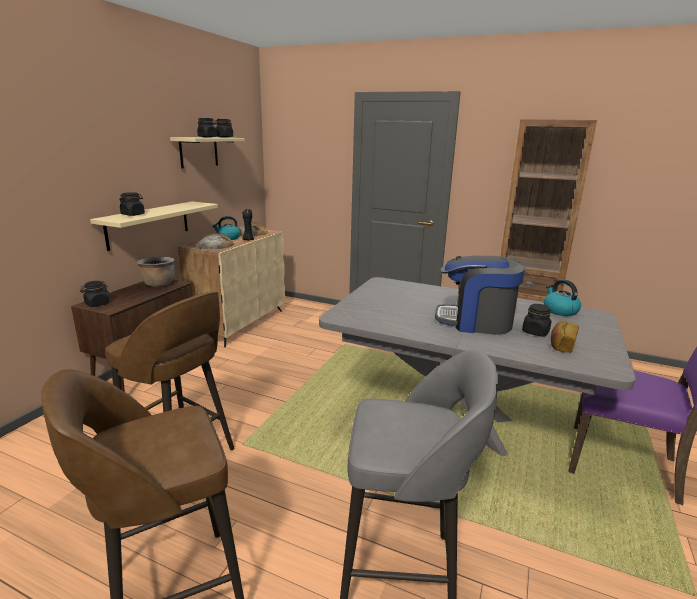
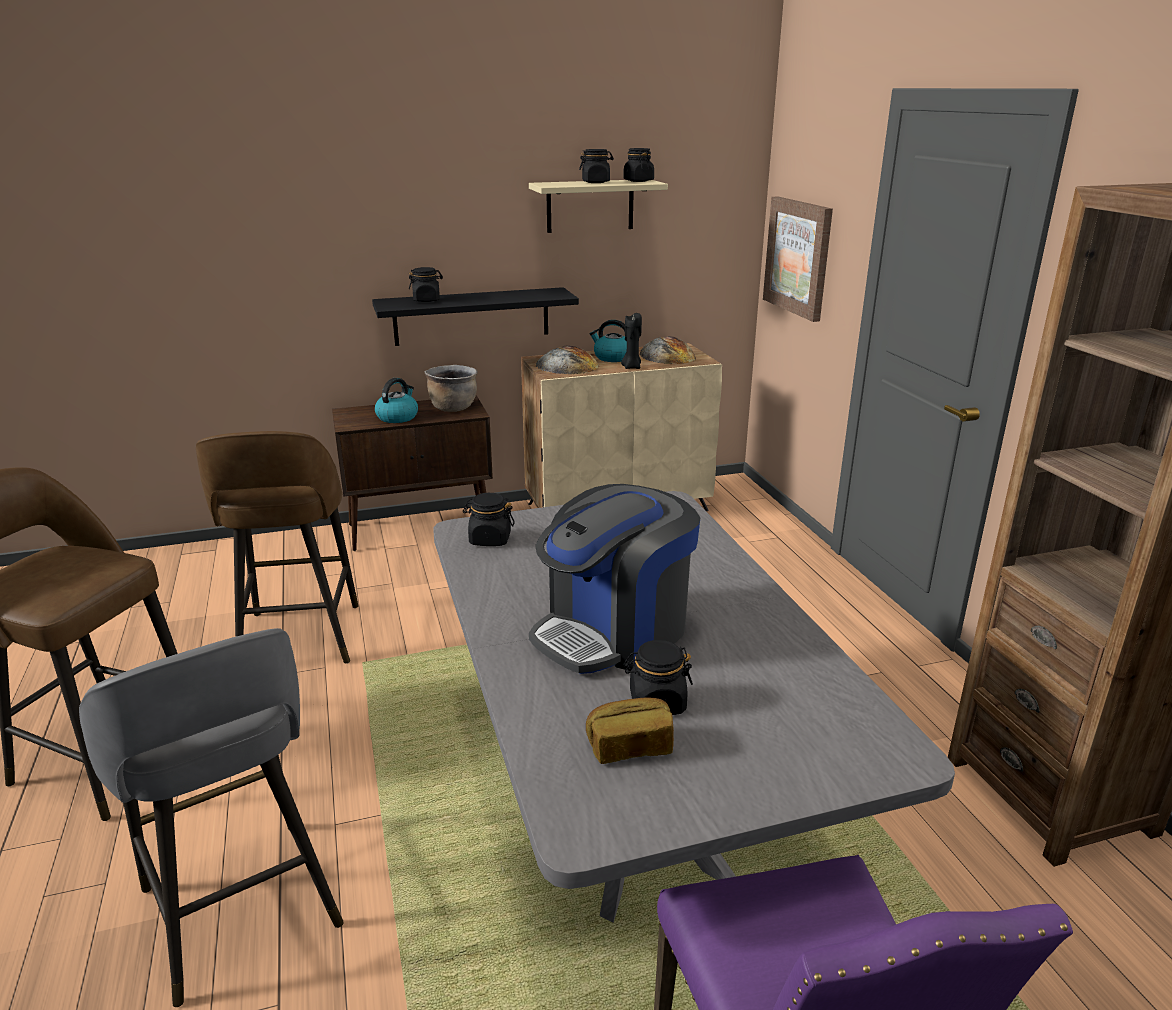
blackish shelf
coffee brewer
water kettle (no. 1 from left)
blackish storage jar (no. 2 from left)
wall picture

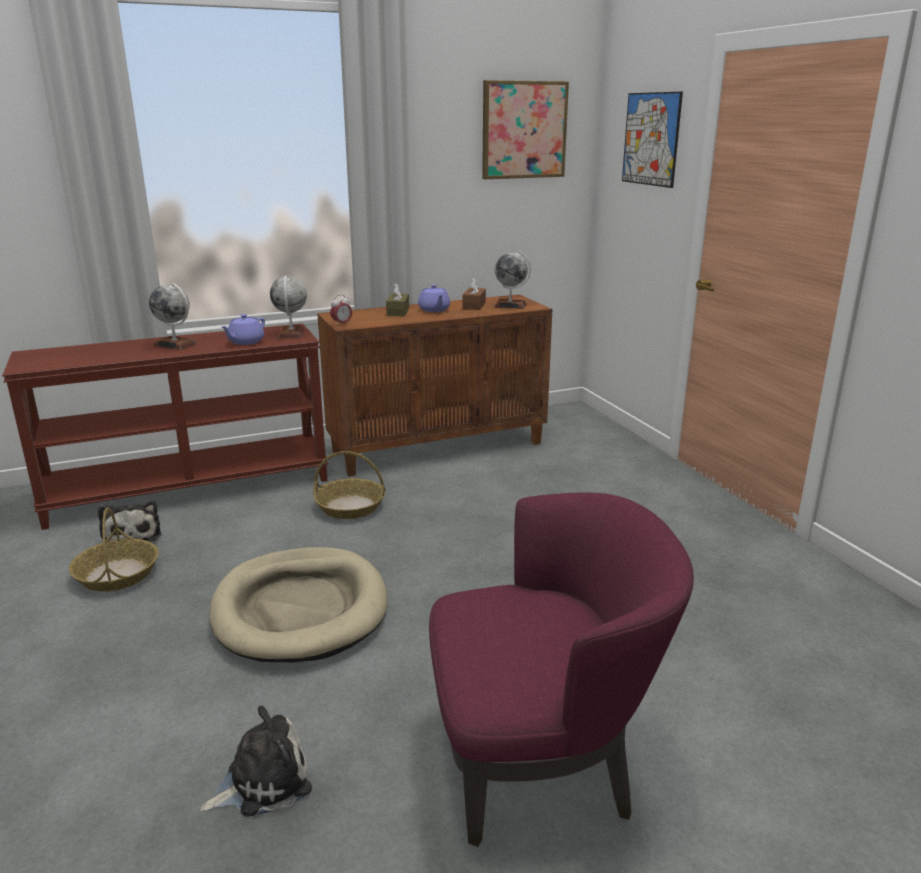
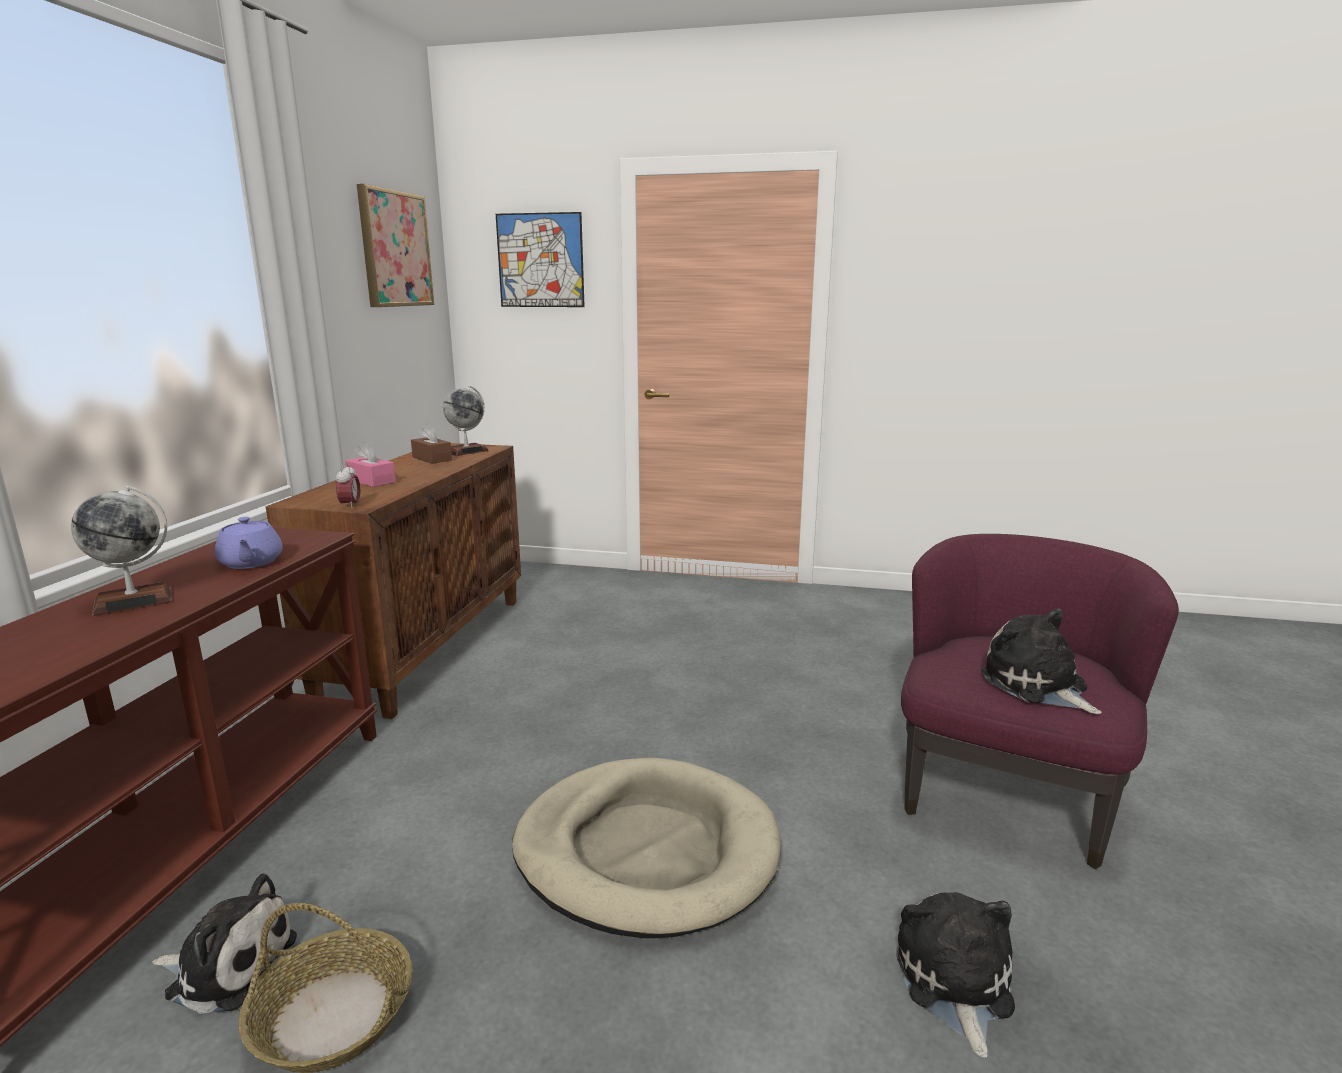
globe (no. 2 from left in the first image)
pink-coloured box of tissues
purplish tea pot (no. 2 from left in the first image)
basket (no. 2 from left in the first image)
plush toy (no. 3 from left)

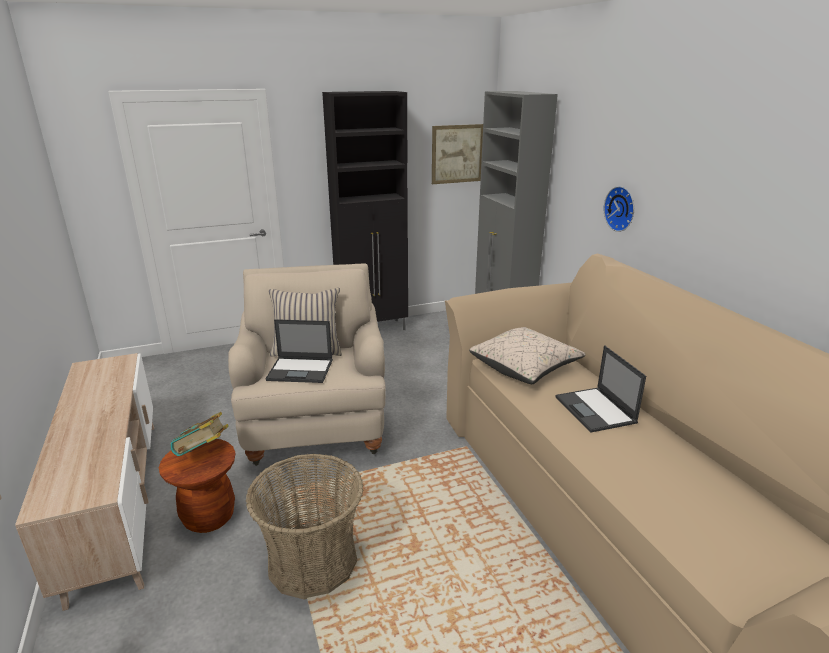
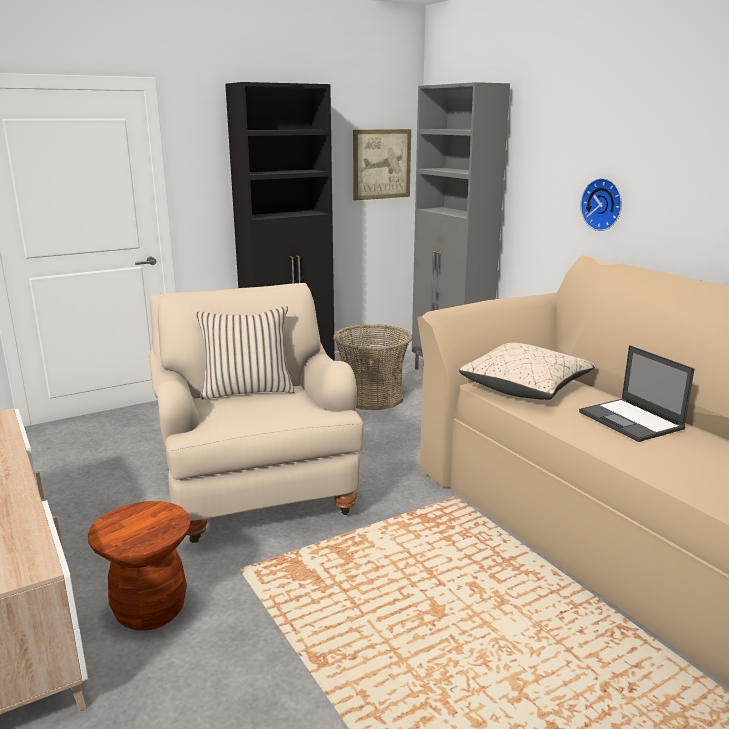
notebook computer (no. 1 from left in the first image)
book
basket

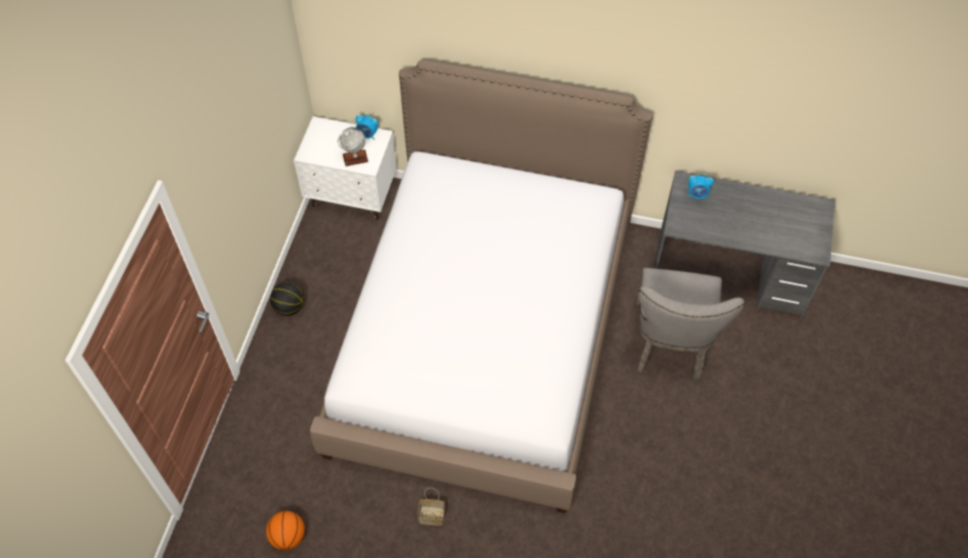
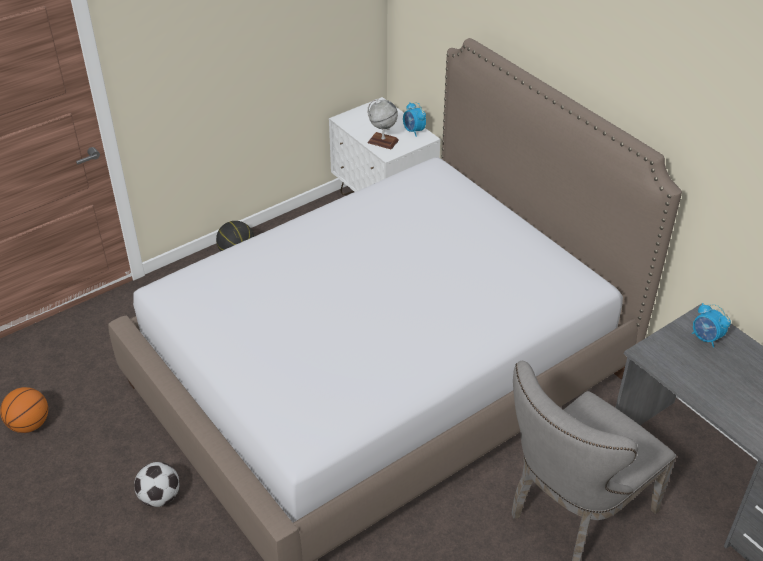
football

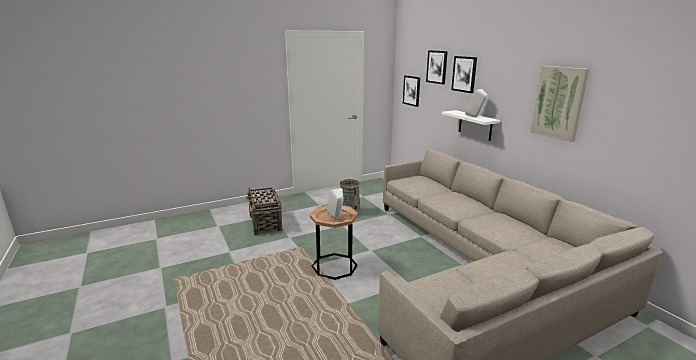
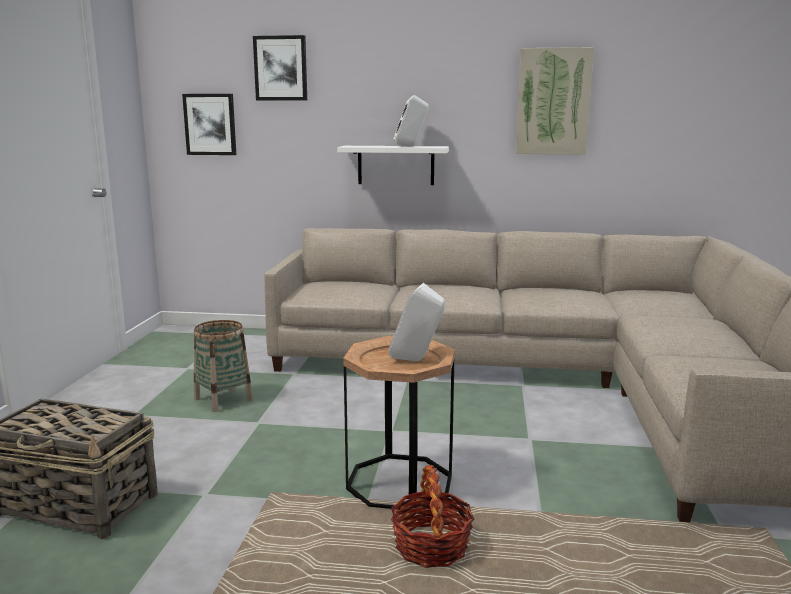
wall picture (no. 3 from left in the first image)
basket (no. 3 from left)

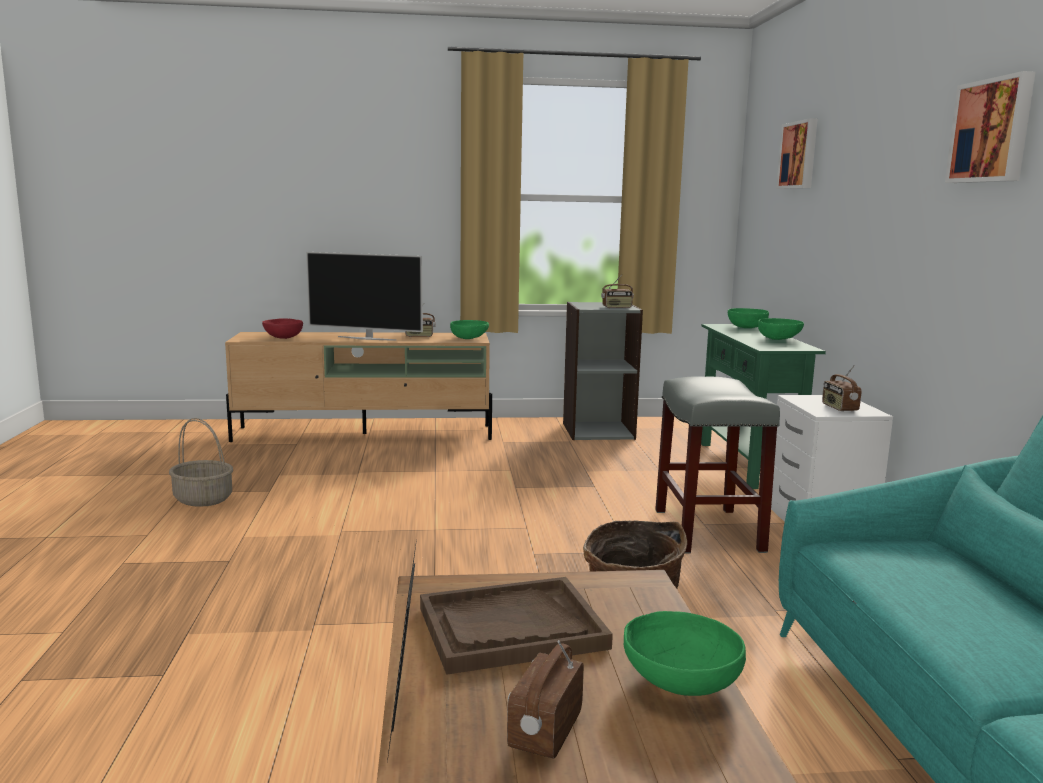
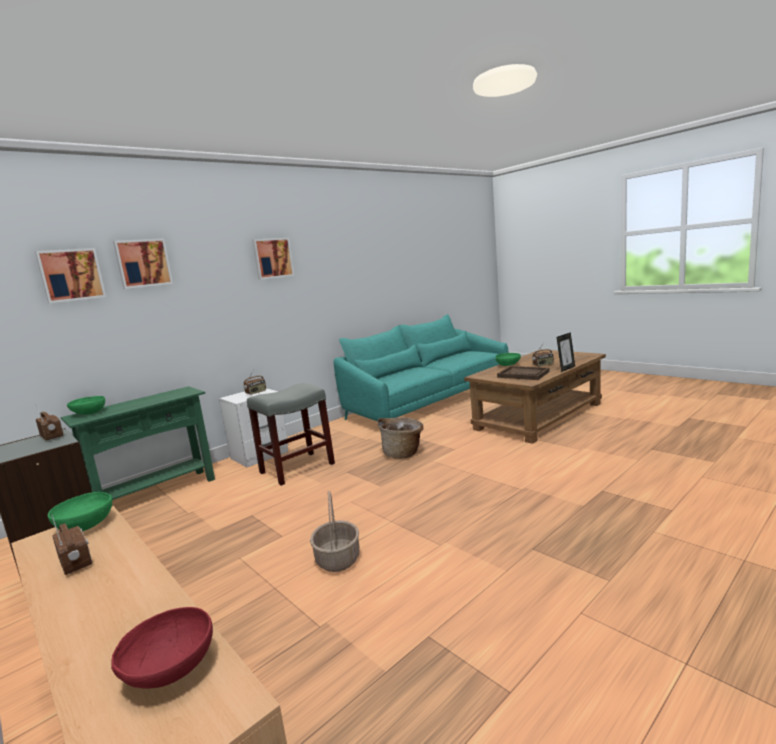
TV
green-coloured deep dish (no. 4 from left in the first image)
basket (no. 1 from left)
wall picture (no. 2 from left)

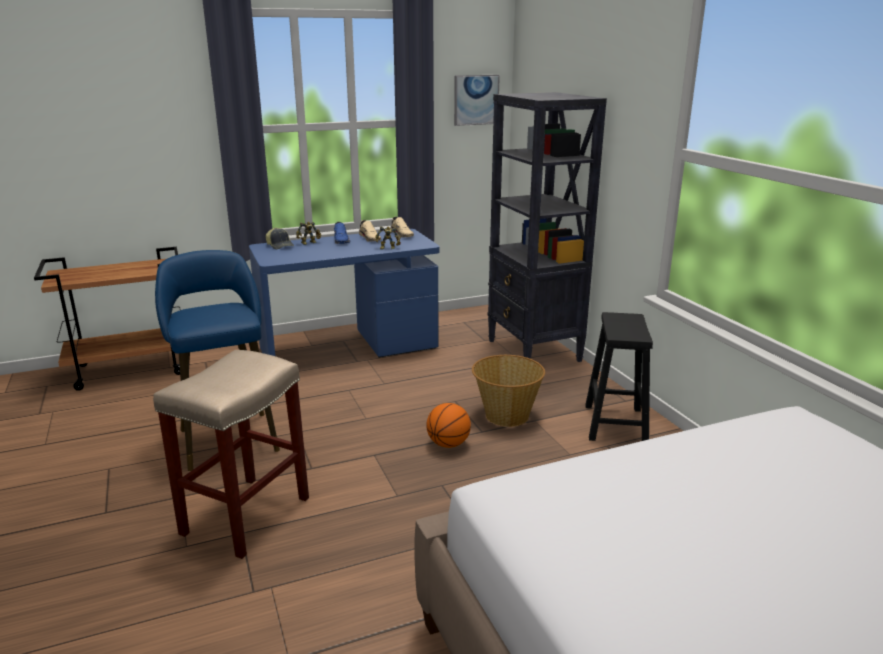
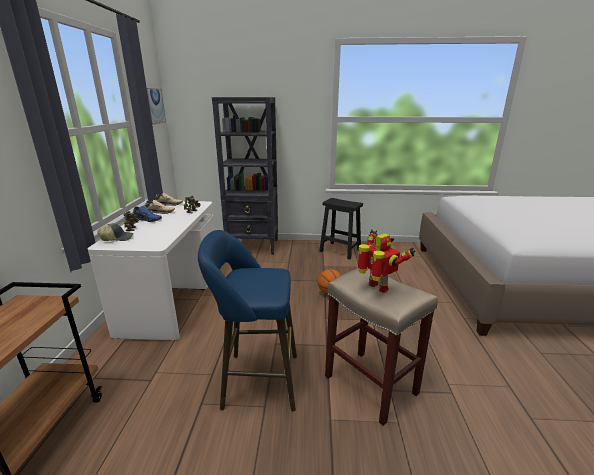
white desk
basket
robot figure (no. 3 from left)

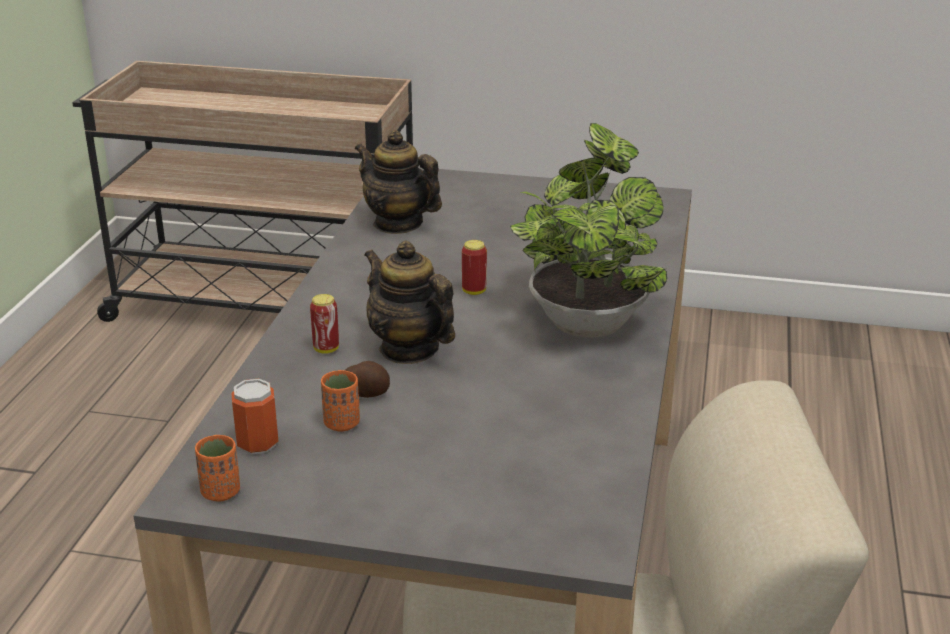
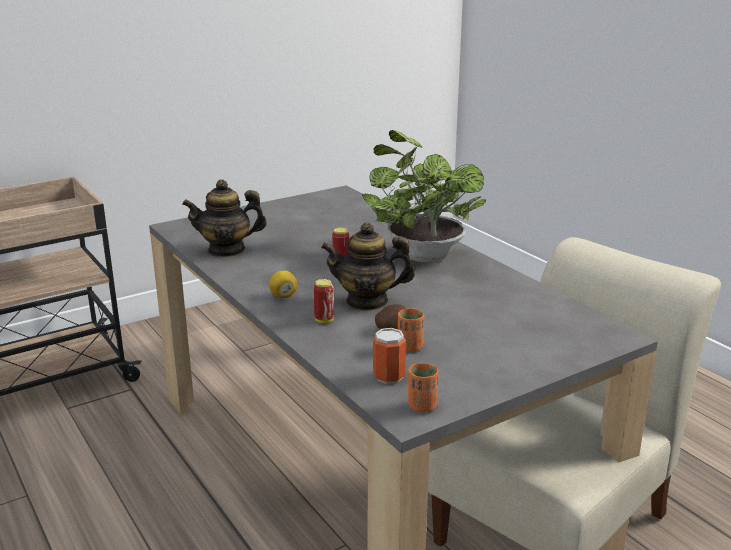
citrus fruit

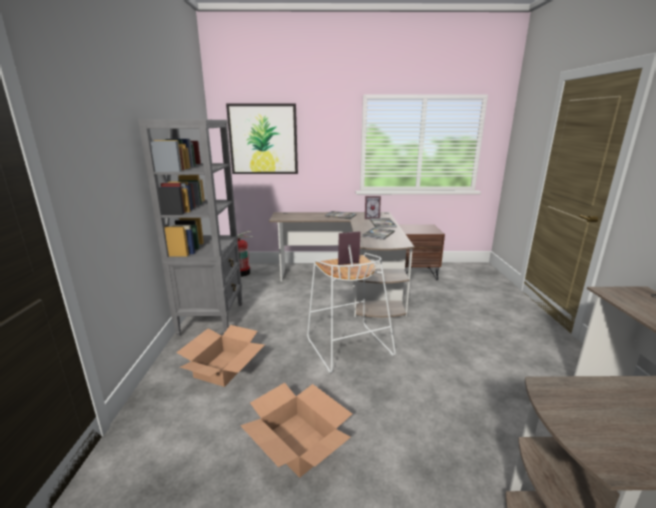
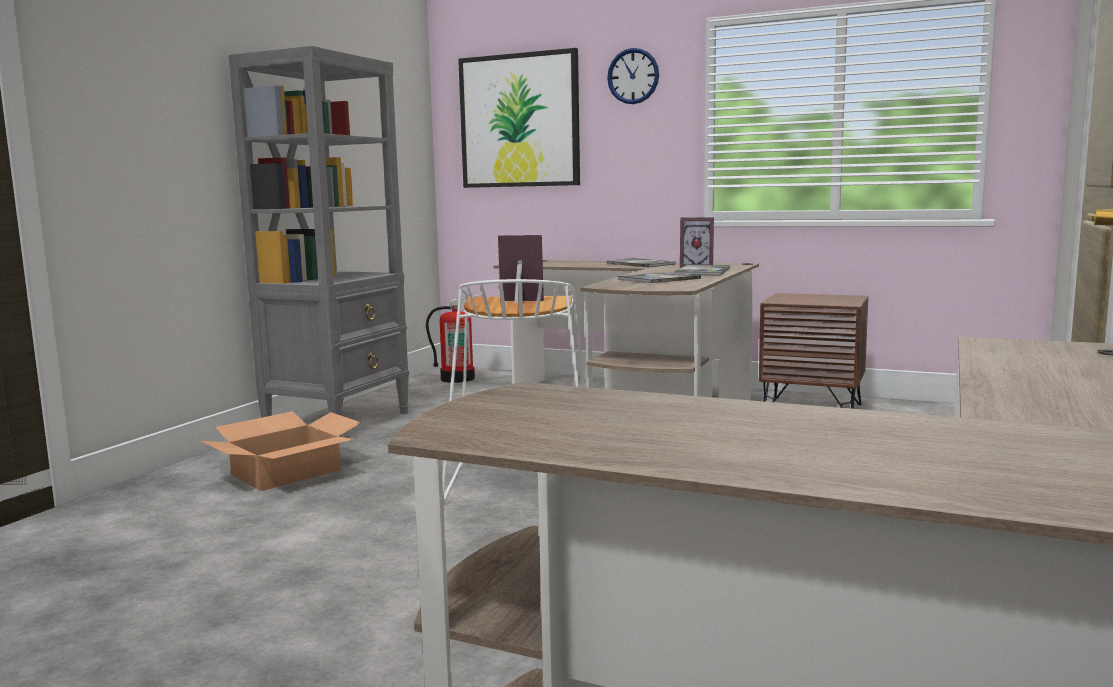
cardboard box (no. 2 from left in the first image)
hanging clock

